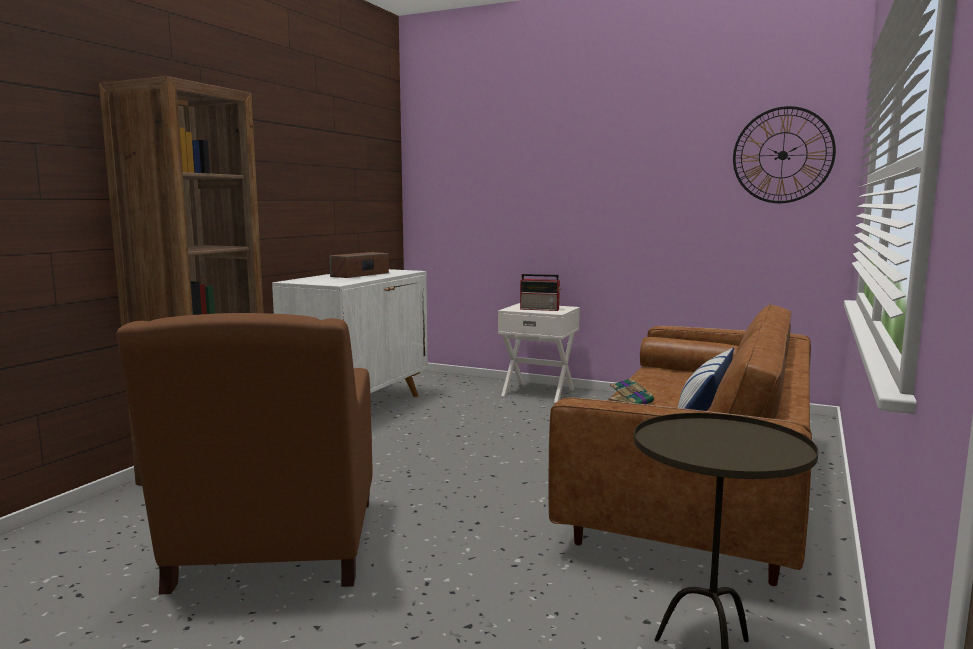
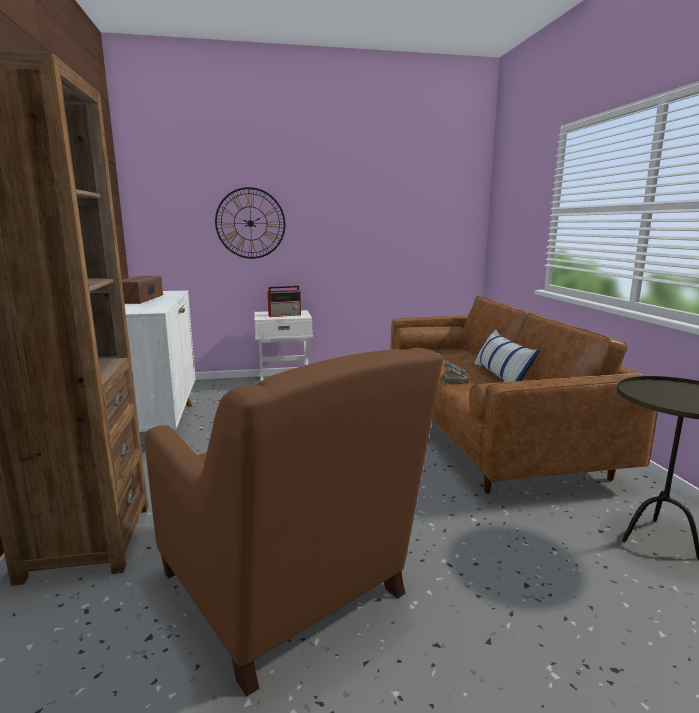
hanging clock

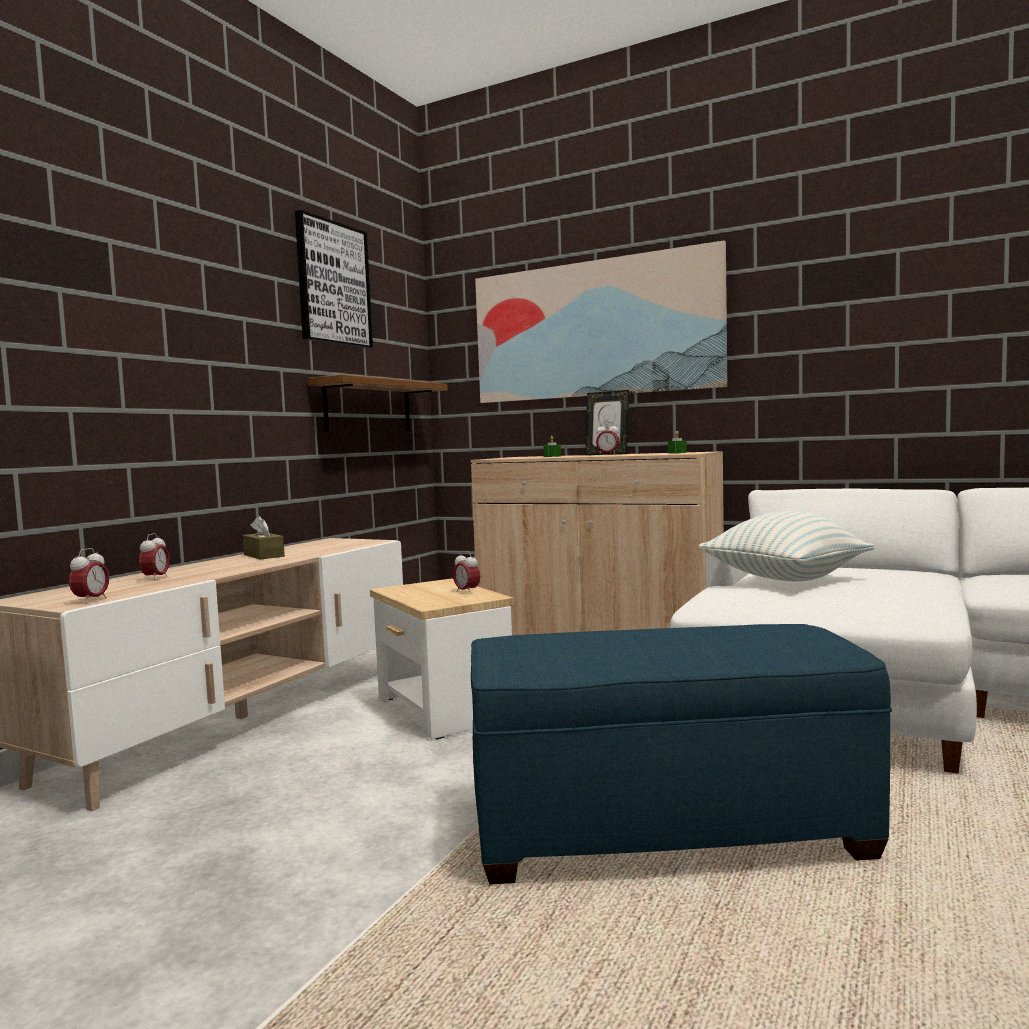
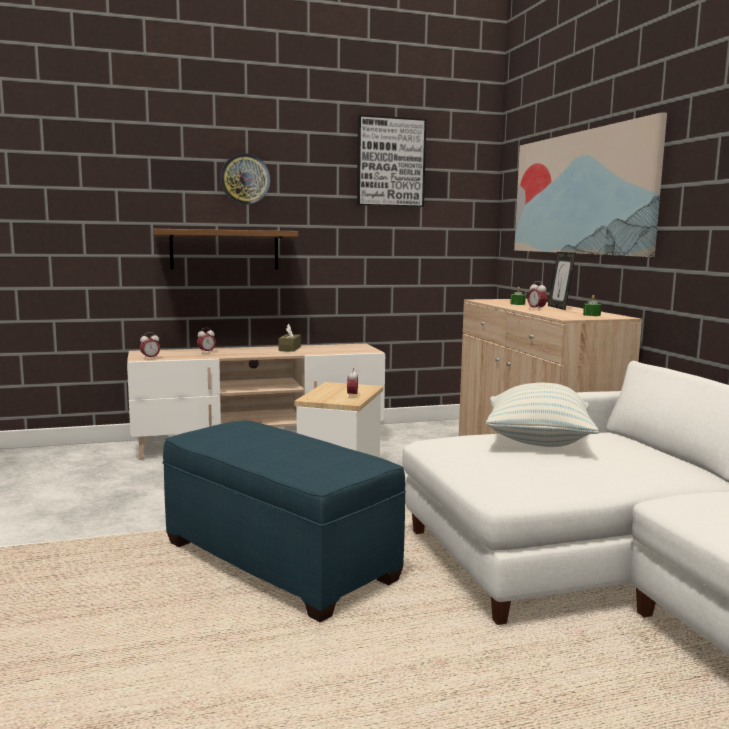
shelf
hanging clock

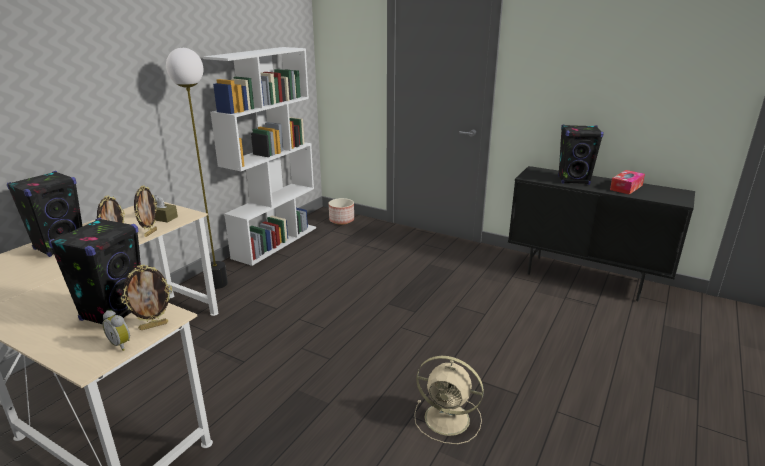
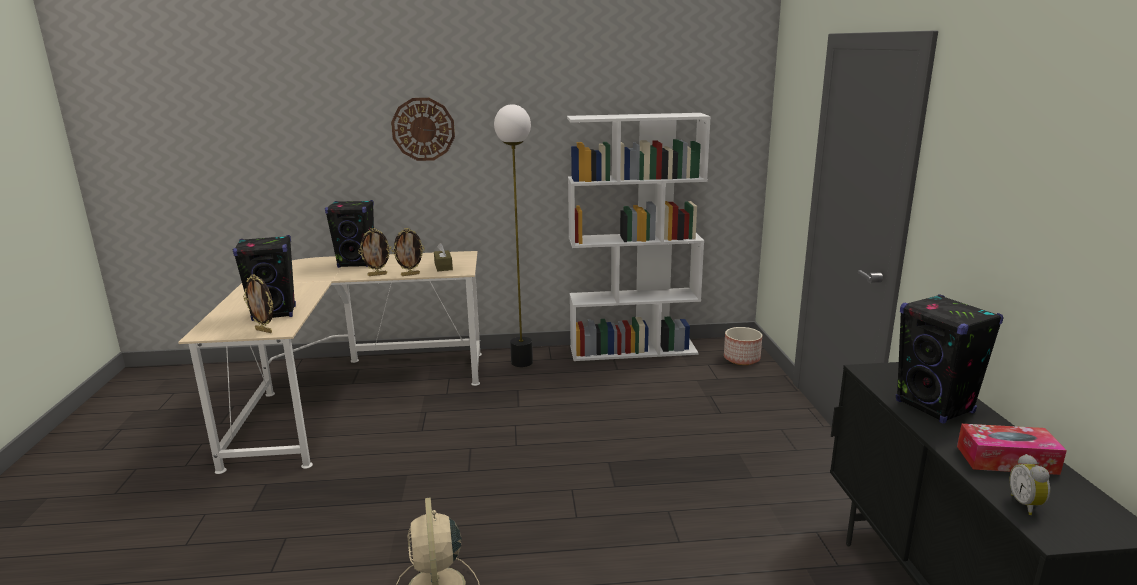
alarm clock
hanging clock

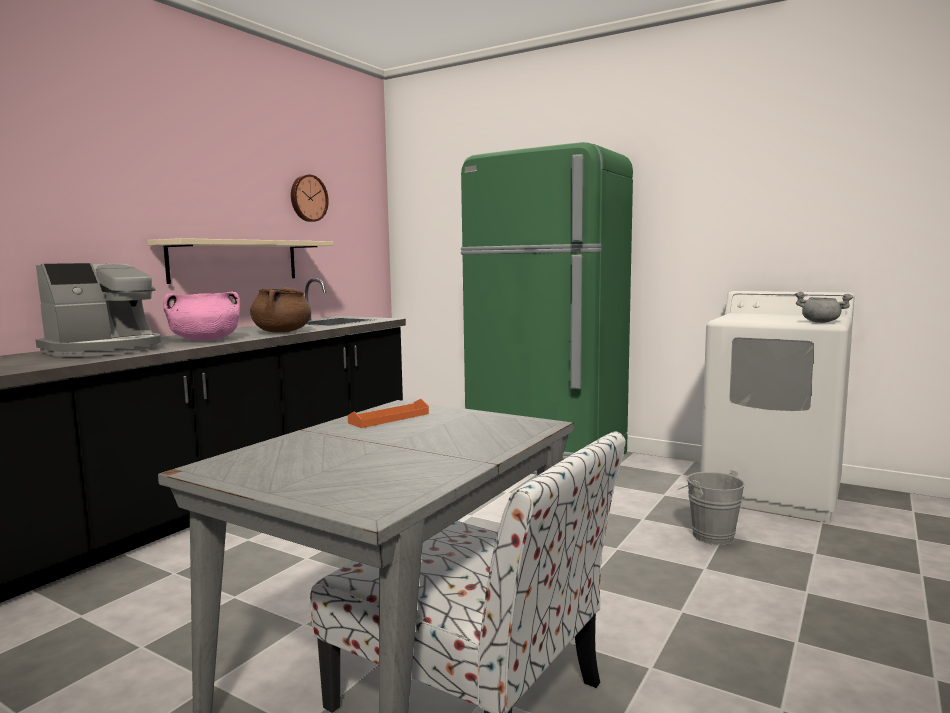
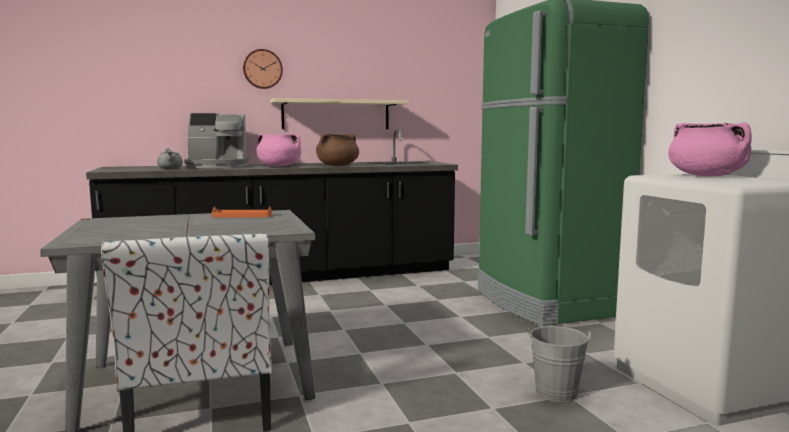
hanging clock
gray stockpot
pink-coloured stockpot (no. 2 from left)

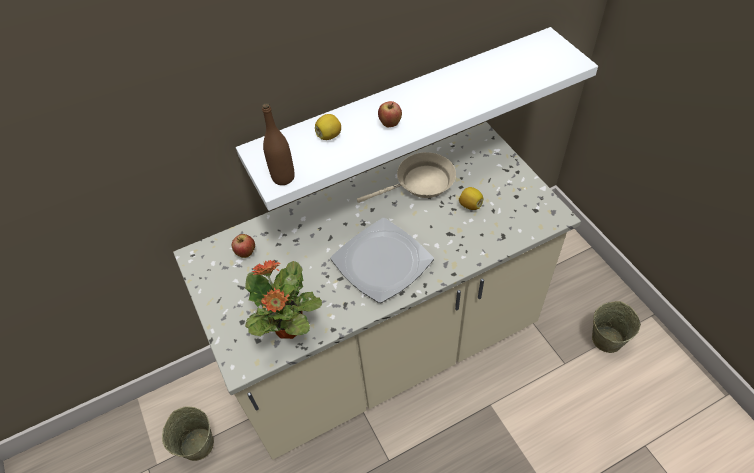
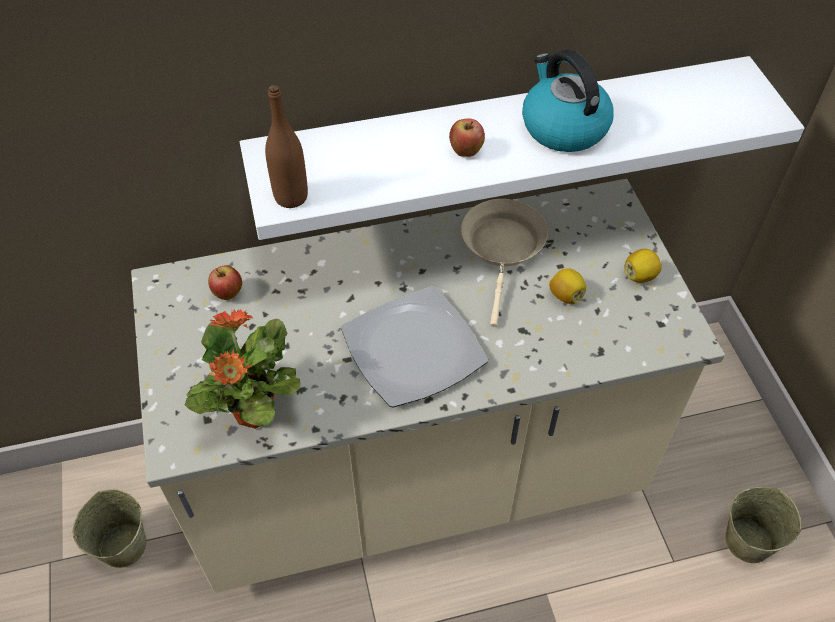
citrus fruit (no. 2 from left)
beige pan
water kettle

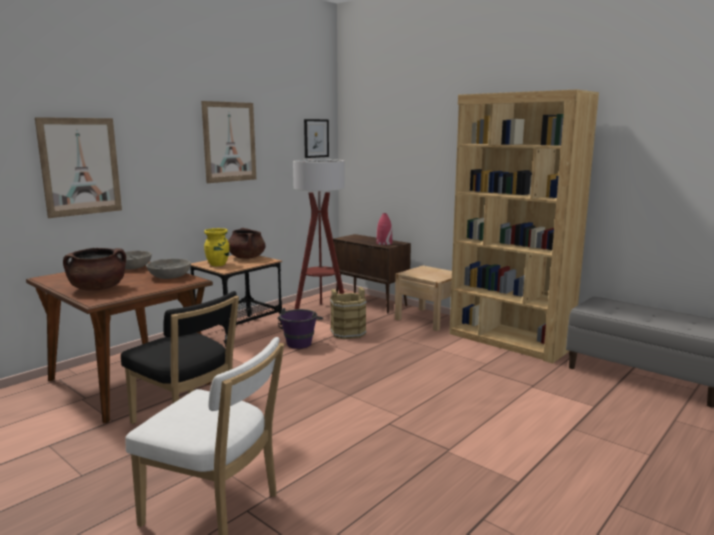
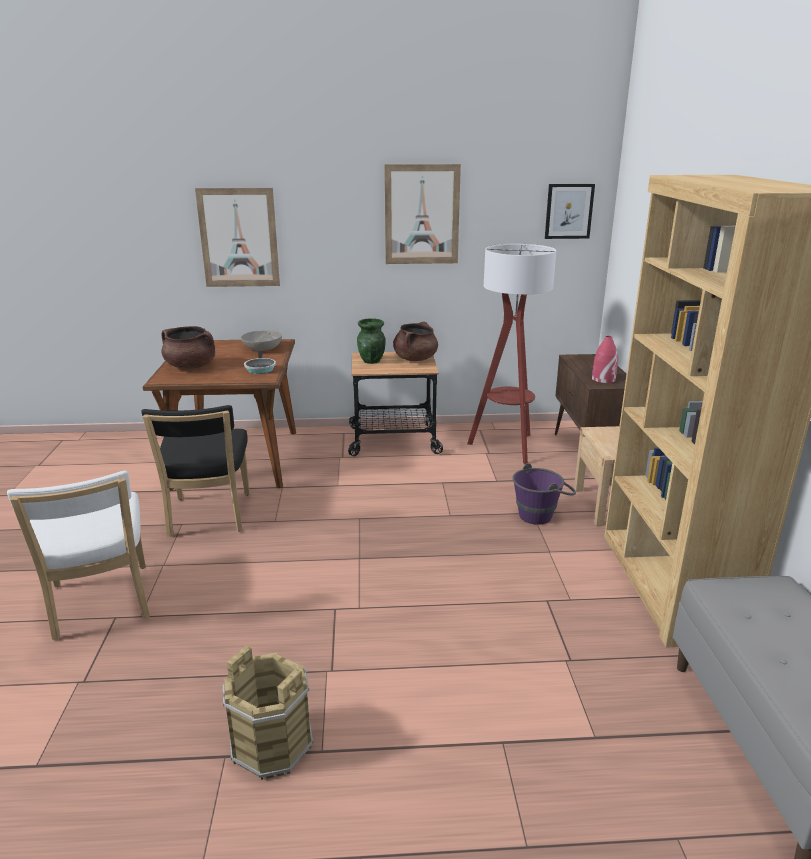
green-coloured decorative vase
pan
brownish bucket
purplish bucket

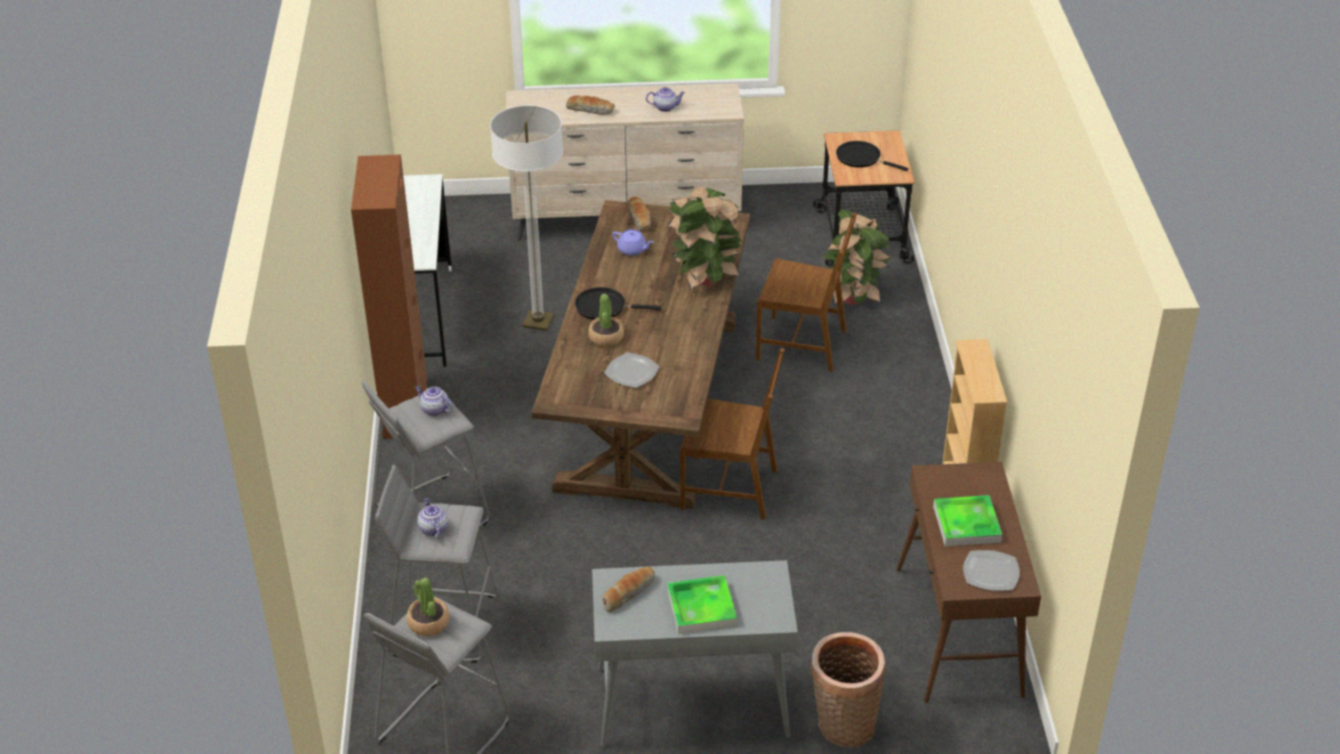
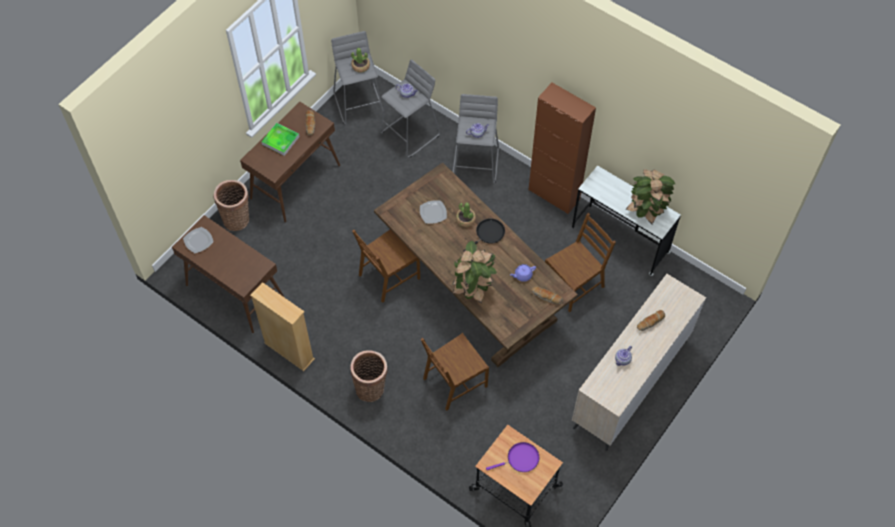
brownish upright chair (no. 3 from left)
purplish pan
houseplant (no. 4 from left)
carrying tray (no. 2 from left in the first image)
brownish narrow table (no. 2 from left)
basket (no. 2 from left)

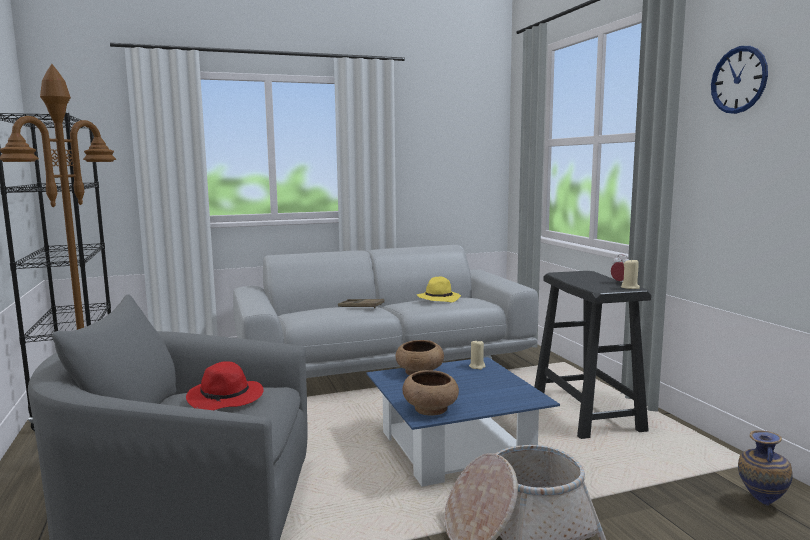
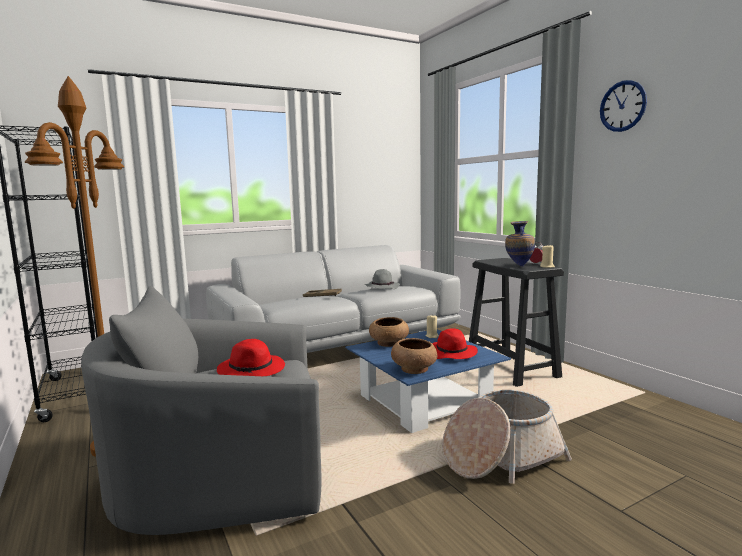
gray clothing hat
decorative vase
red clothing hat (no. 2 from left)

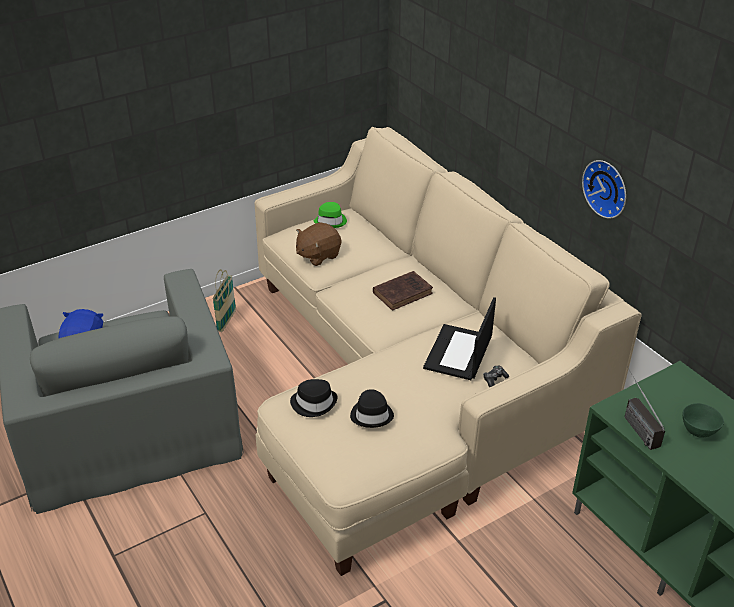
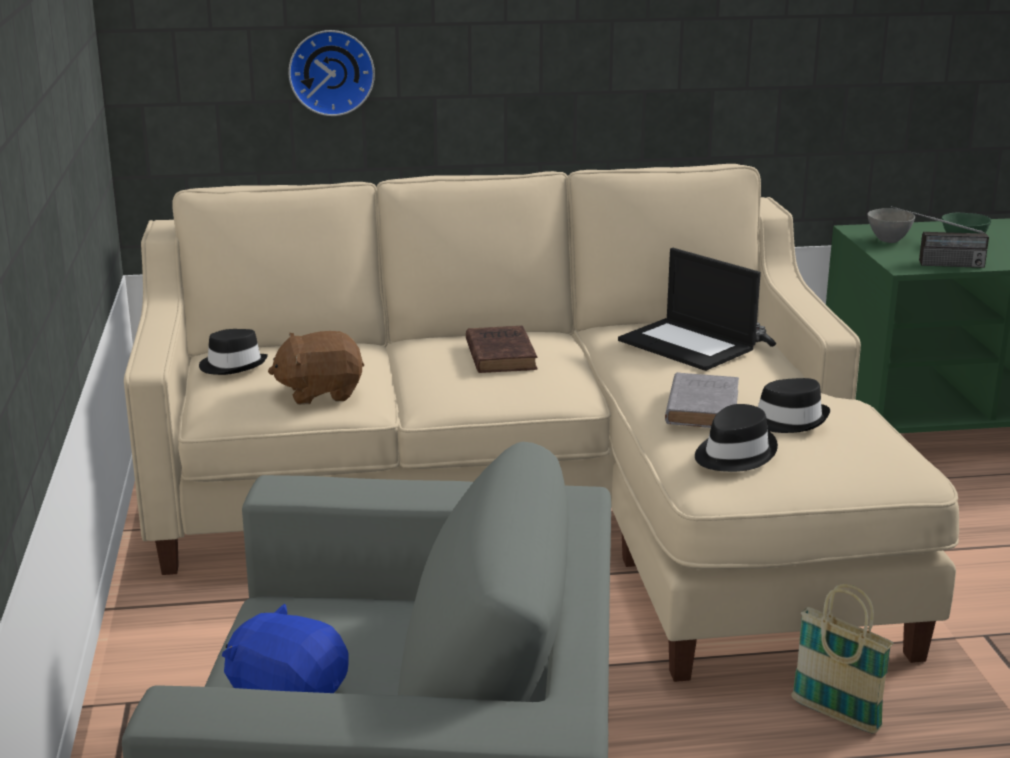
hanging clock
blackish clothing hat (no. 1 from left)
brownish plush toy
basket
gray deep dish
gray book

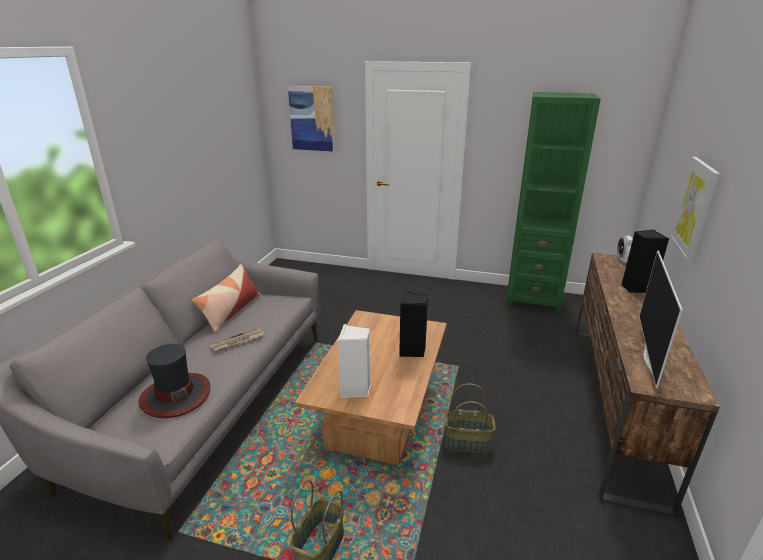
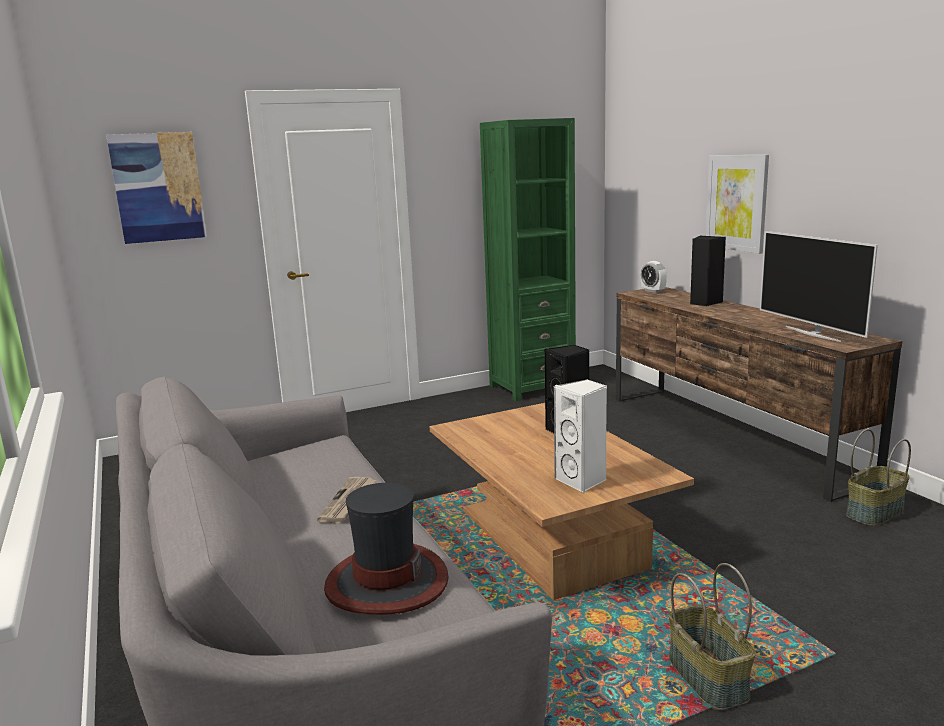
throw pillow
basket (no. 2 from left)

